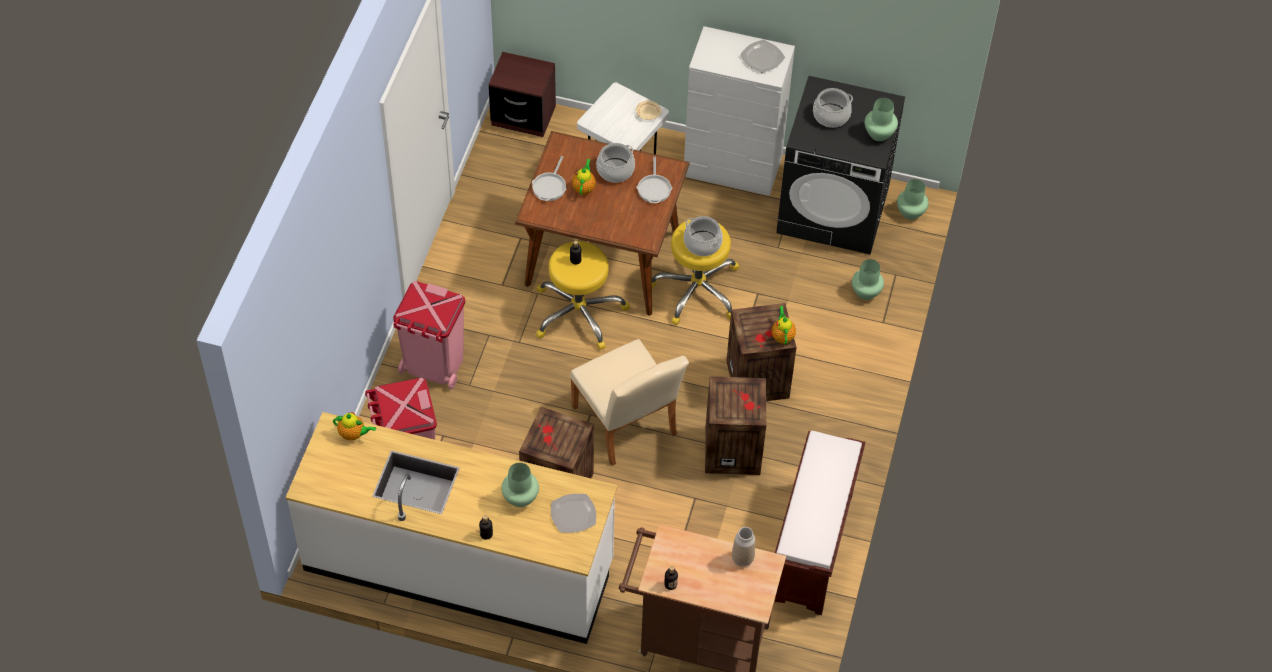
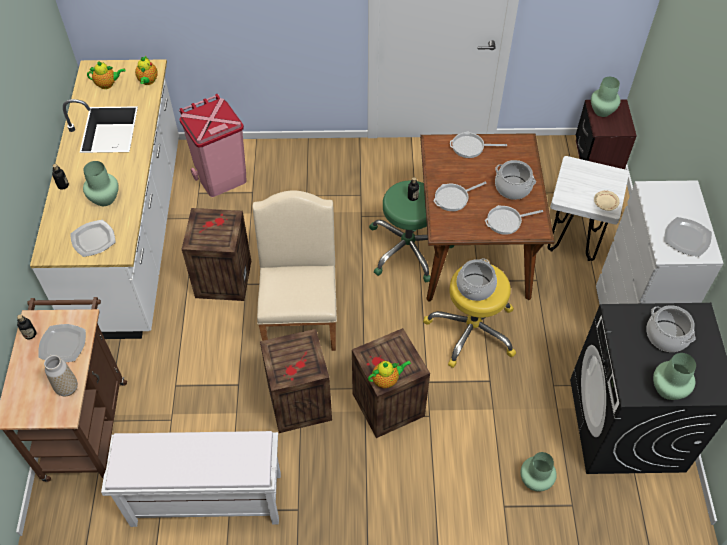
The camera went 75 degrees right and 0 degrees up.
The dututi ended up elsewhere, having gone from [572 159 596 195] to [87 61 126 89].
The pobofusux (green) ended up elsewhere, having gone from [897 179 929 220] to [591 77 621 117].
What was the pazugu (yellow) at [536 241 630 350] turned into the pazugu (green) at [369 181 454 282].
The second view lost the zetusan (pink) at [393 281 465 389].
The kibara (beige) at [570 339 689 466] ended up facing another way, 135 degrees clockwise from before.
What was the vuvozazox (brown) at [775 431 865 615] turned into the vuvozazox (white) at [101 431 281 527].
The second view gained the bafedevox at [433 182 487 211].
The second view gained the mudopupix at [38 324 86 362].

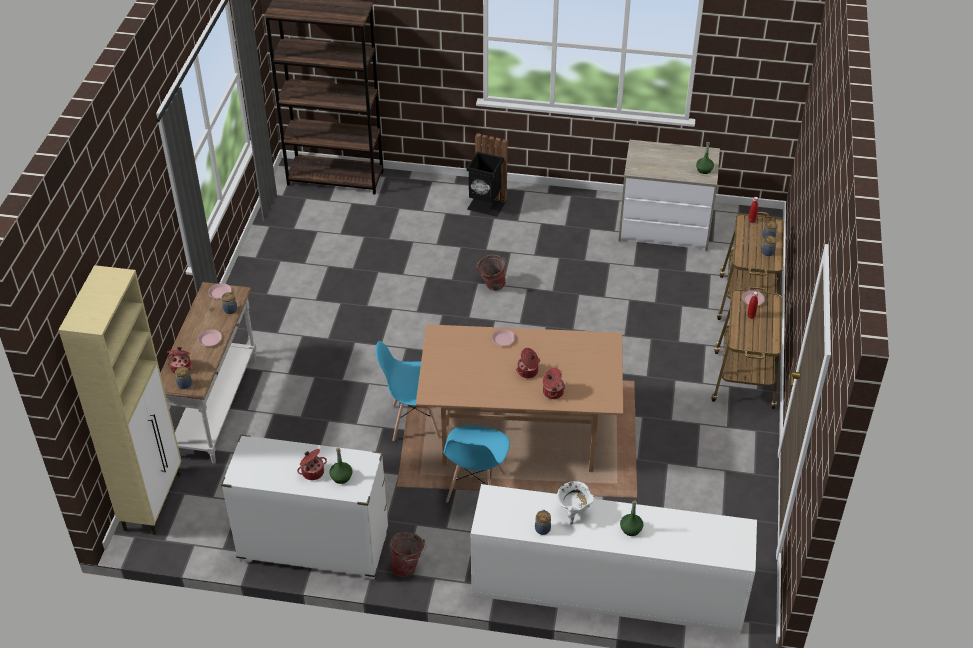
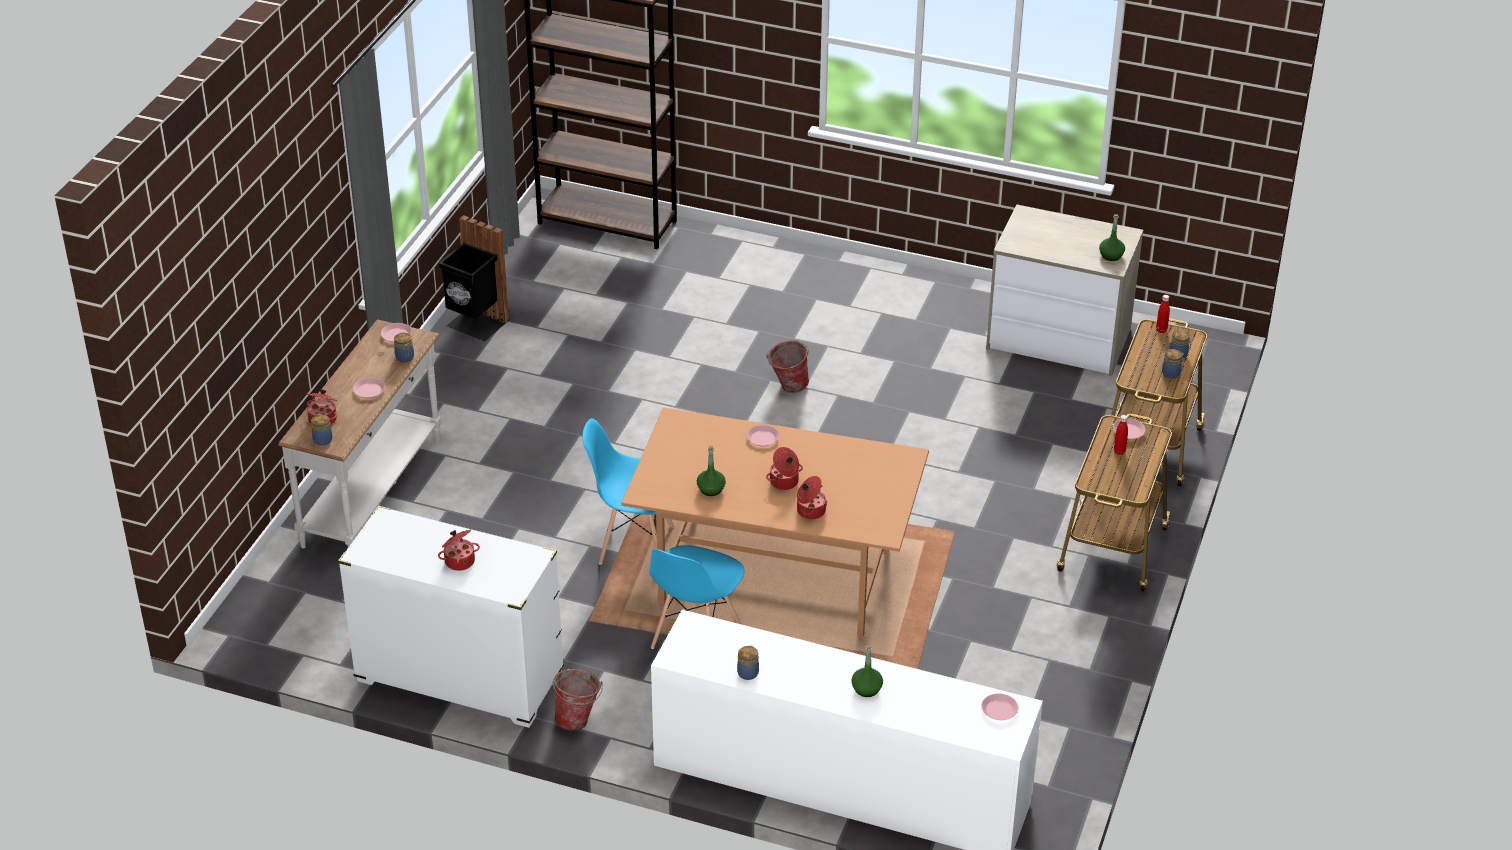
The camera went 10 degrees right and 5 degrees down.
The zetusan (black) ended up elsewhere, having gone from [467 133 508 217] to [438 215 509 341].
The second view lost the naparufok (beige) at [59 265 182 535].
The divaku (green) ended up elsewhere, having gone from [329 448 352 484] to [697 446 726 496].
The second view lost the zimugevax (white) at [557 481 594 524].
The second view gained the mudopupix (pink) at [981 693 1018 720].

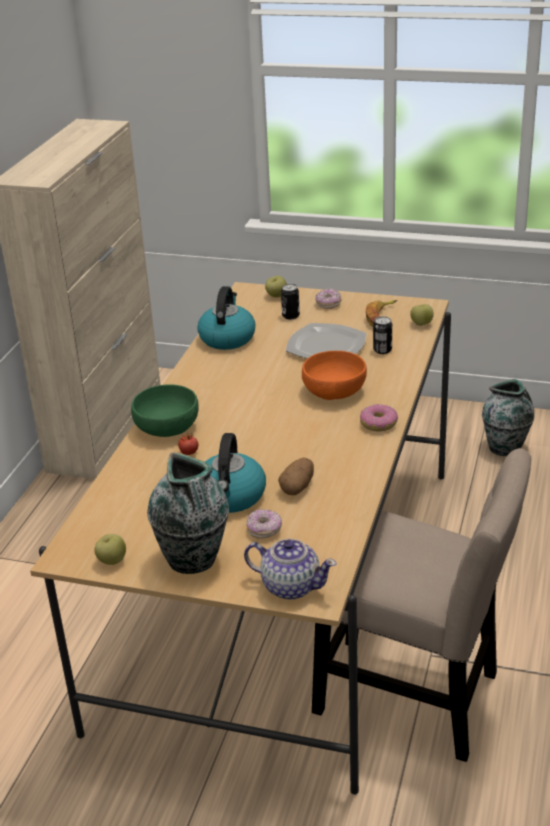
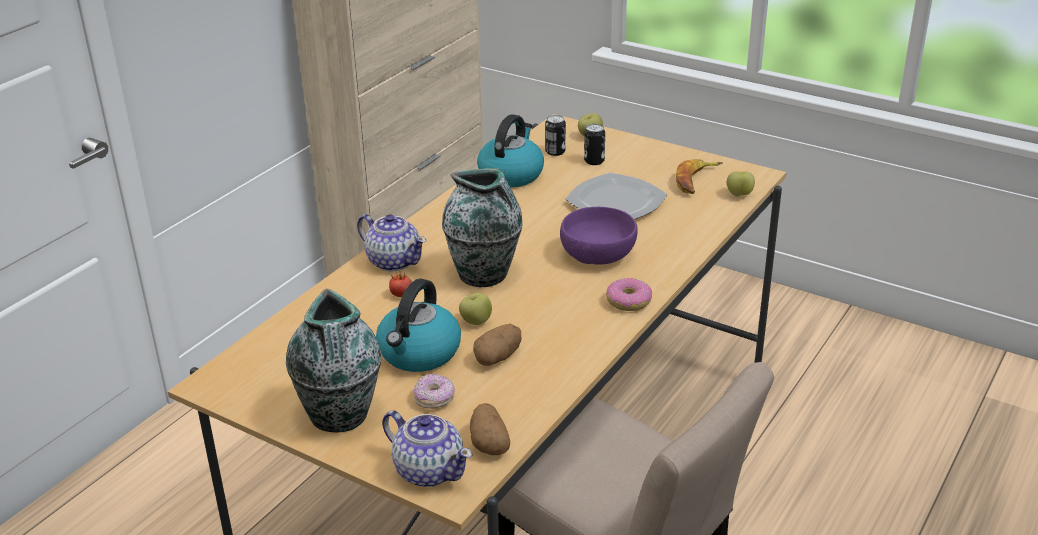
The camera went 15 degrees right and 0 degrees up.
The second view lost the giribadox at [315 289 341 309].
The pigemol ended up elsewhere, having gone from [373 316 392 354] to [545 115 566 156].
What was the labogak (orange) at [302 351 367 400] turned into the labogak (purple) at [560 207 638 265].
The pobofusux ended up elsewhere, having gone from [482 379 534 456] to [442 168 523 287].
Where the labogak (green) stood at [131 384 199 437], the dututi came to stand at [357 214 427 272].
The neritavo ended up elsewhere, having gone from [94 534 126 565] to [459 293 492 325].
The second view gained the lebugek at [470 403 510 455].

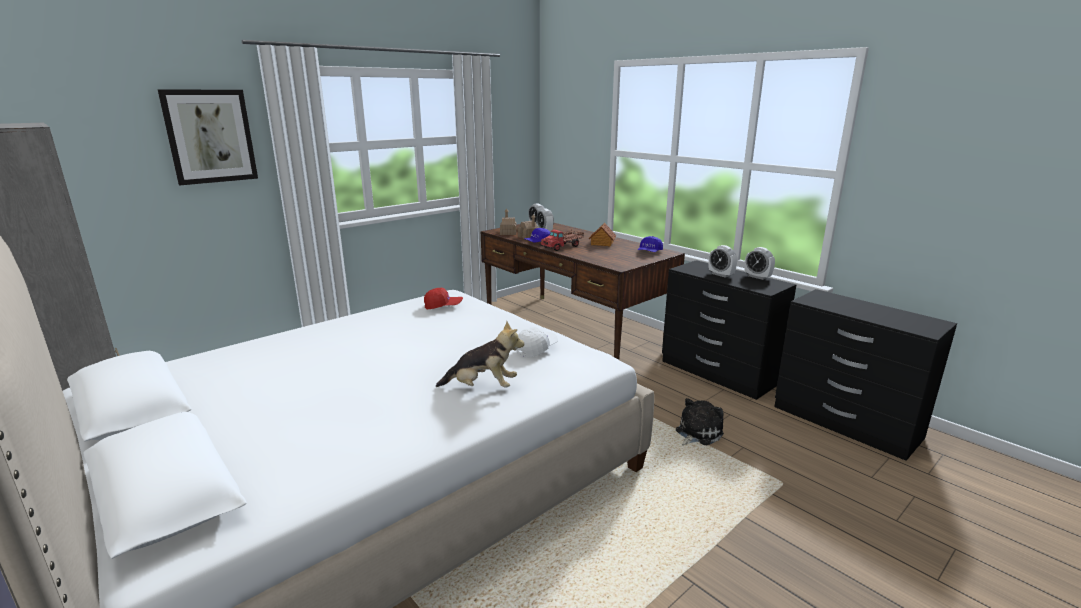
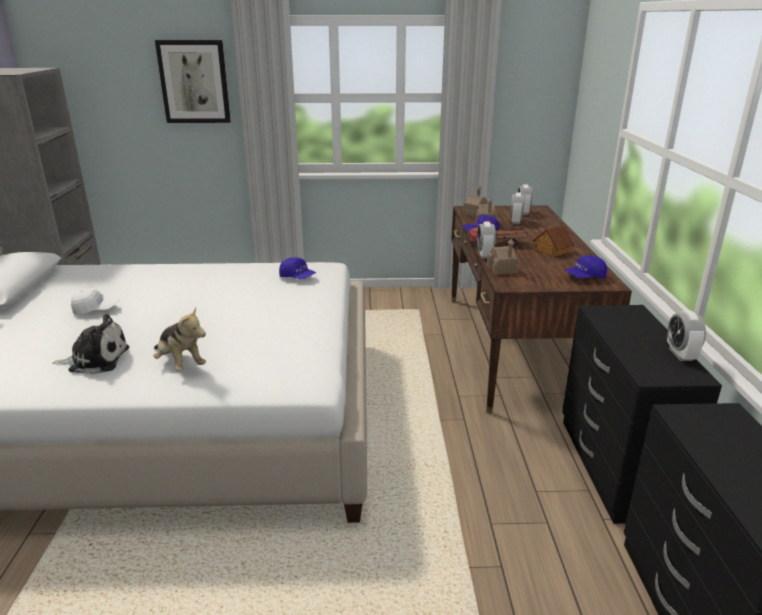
The camera went 40 degrees right and 5 degrees up.
The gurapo ended up elsewhere, having gone from [708 245 737 278] to [477 222 496 259].
What was the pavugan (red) at [424 288 463 309] turned into the pavugan (blue) at [279 257 317 279].
The pavugan (white) ended up elsewhere, having gone from [516 327 558 357] to [71 288 119 315].
The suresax ended up elsewhere, having gone from [676 398 724 446] to [52 314 129 374].
The second view gained the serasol at [487 239 519 275].

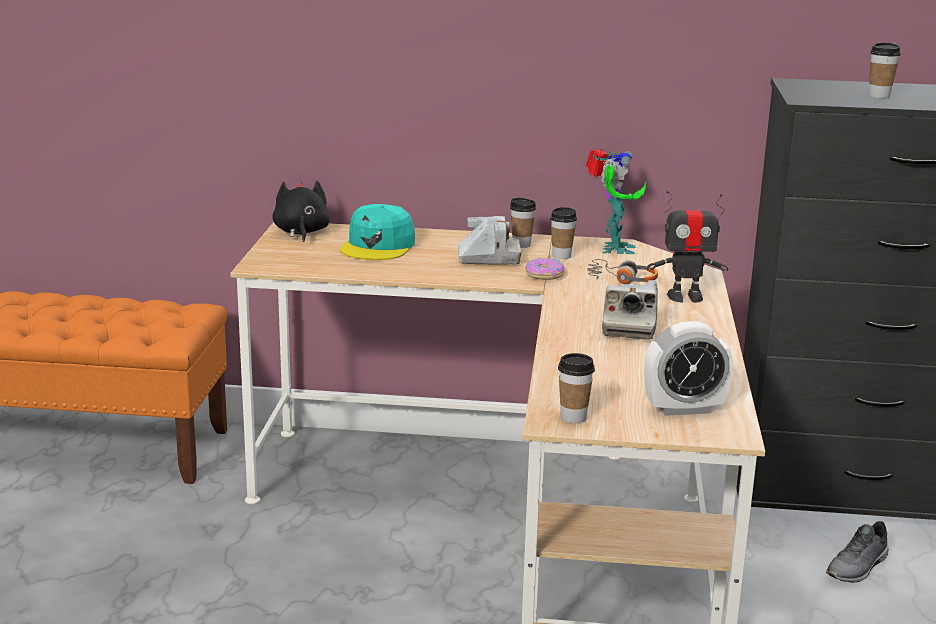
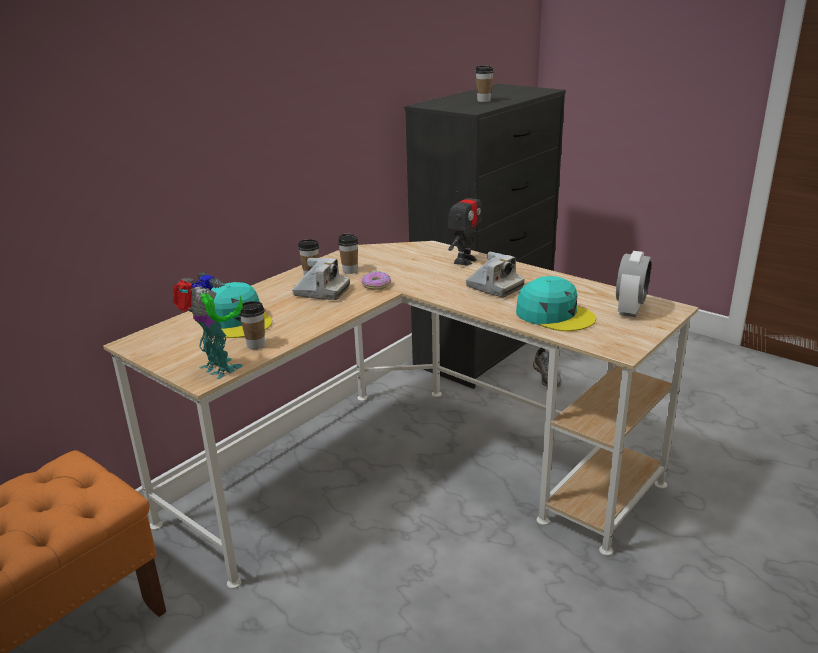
The camera went 55 degrees left and 5 degrees up.
The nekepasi ended up elsewhere, having gone from [586 148 646 254] to [173 272 243 379].
The second view lost the suresax (black) at [272 181 330 242].
The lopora at [458 216 521 265] ended up facing another way, 75 degrees clockwise from before.
The second view lost the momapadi at [587 259 658 284].
The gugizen ended up elsewhere, having gone from [558 353 595 423] to [239 301 265 349].
The second view gained the pavugan (turquoise) at [516 276 596 331].

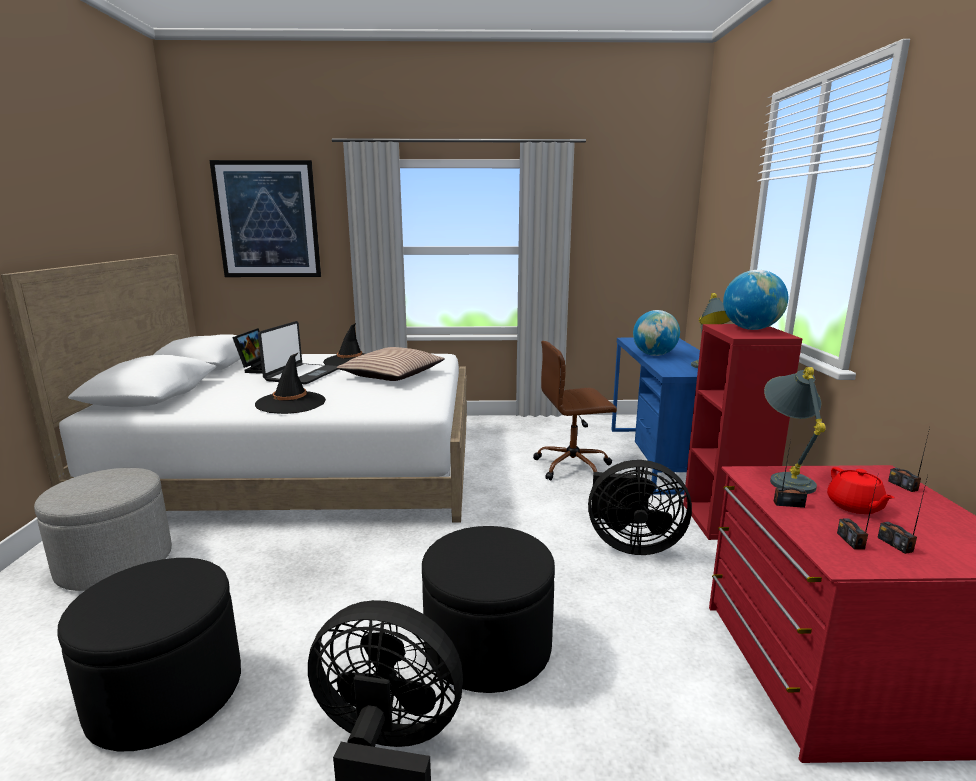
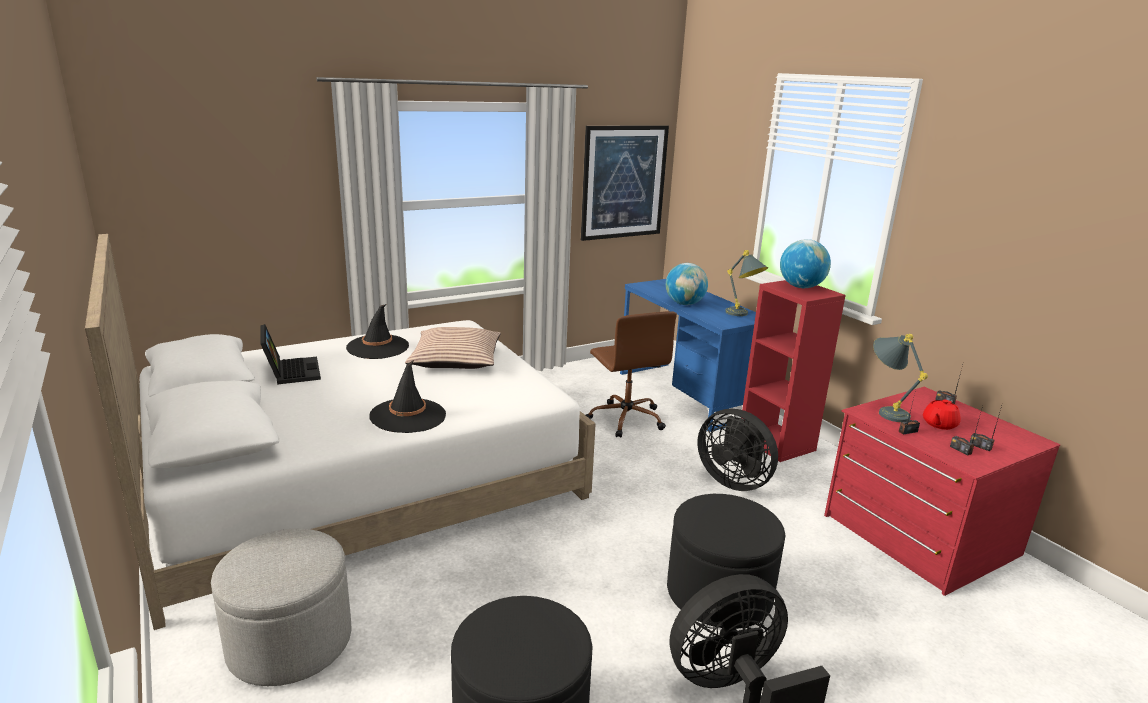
The camera went 30 degrees left and 5 degrees up.
The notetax ended up elsewhere, having gone from [209 160 321 277] to [581 125 669 241].
The second view lost the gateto at [258 321 338 385].
The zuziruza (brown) at [533 341 617 481] ended up facing another way, 75 degrees counterclockwise from before.
The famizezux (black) at [588 460 692 555] ended up facing another way, 60 degrees clockwise from before.
The dututi (red) at [827 467 894 514] ended up facing another way, 75 degrees clockwise from before.

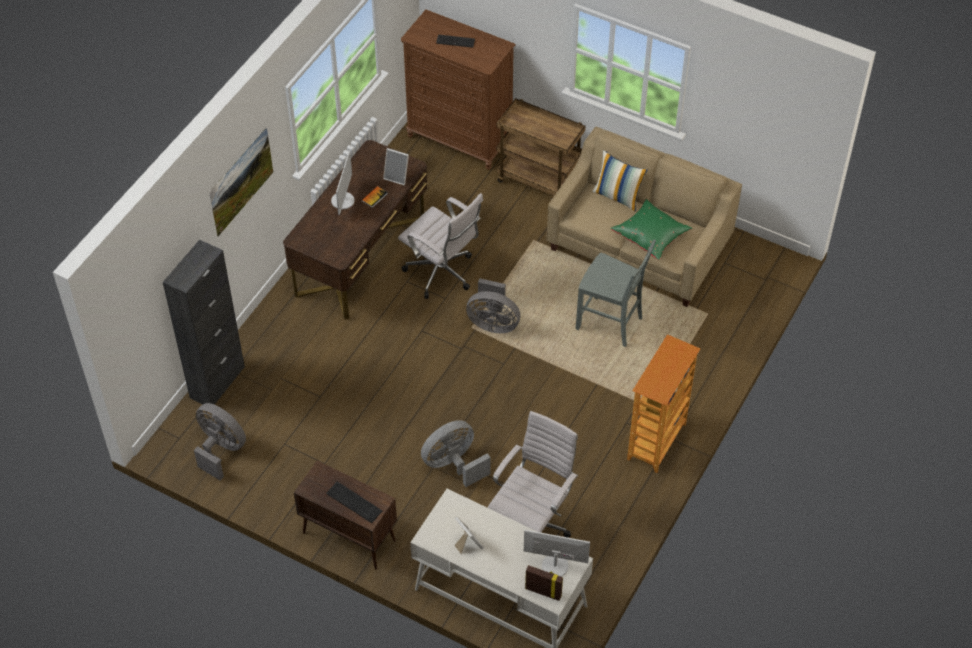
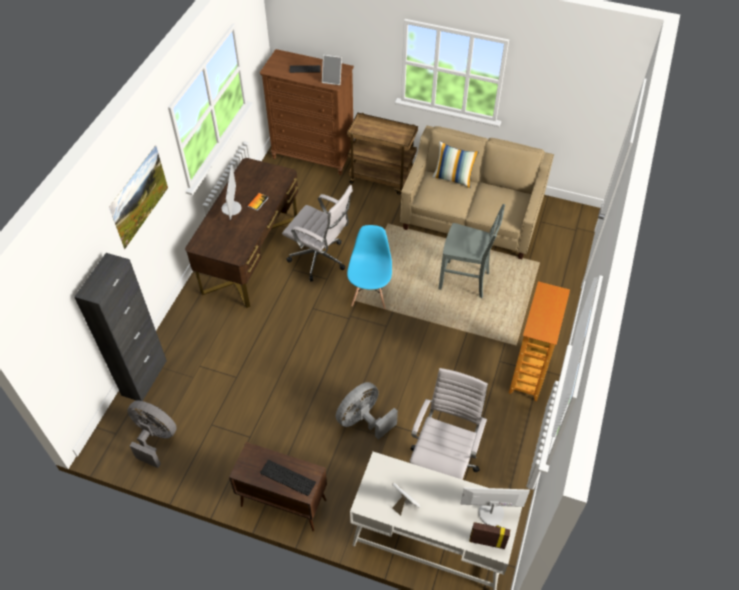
The camera went 10 degrees left and 0 degrees up.
The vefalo ended up elsewhere, having gone from [383 148 409 185] to [322 54 342 85].
The second view lost the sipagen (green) at [611 199 692 260].
Where the famizezux (grey) stood at [466 278 520 333], the kibara (blue) came to stand at [347 225 392 309].

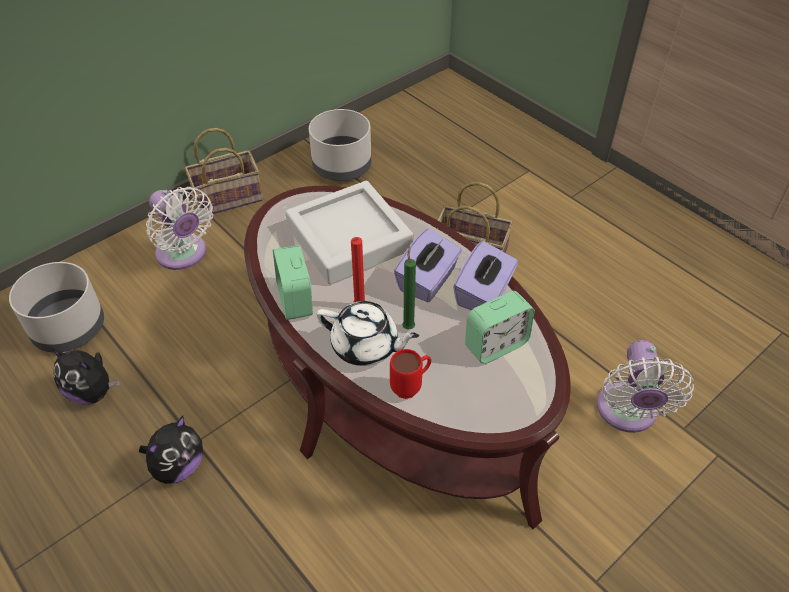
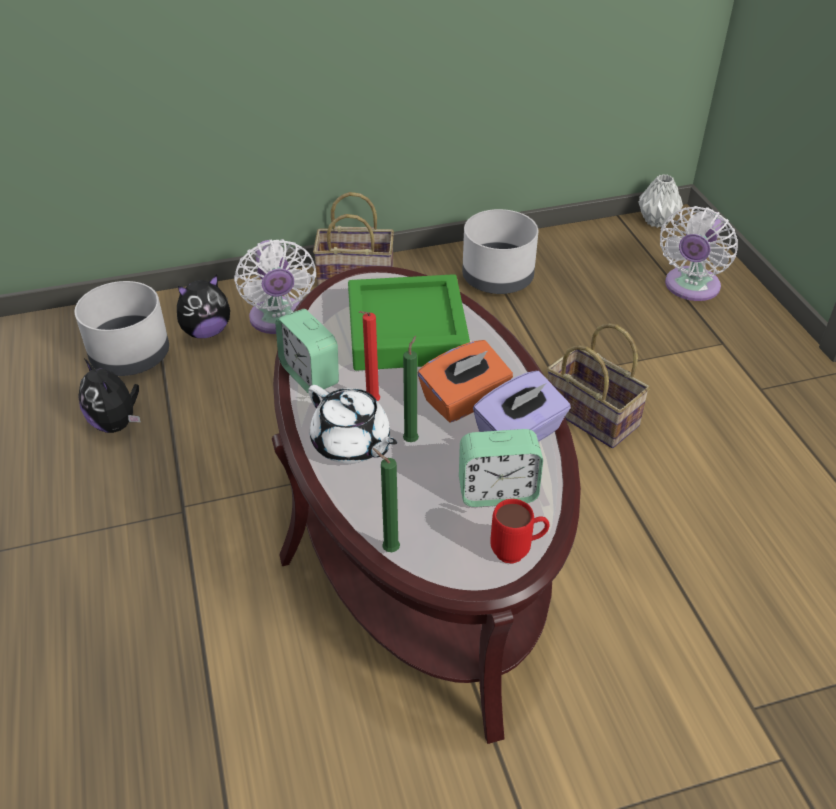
The camera went 25 degrees right and 5 degrees down.
What was the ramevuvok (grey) at [285 181 413 284] turned into the ramevuvok (green) at [348 274 470 371].
What was the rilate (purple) at [394 229 462 302] turned into the rilate (orange) at [418 340 513 423].
The gurapo at [273 245 313 320] ended up facing another way, 45 degrees counterclockwise from before.
The famizezux (white) ended up elsewhere, having gone from [597 340 694 433] to [660 206 738 301].
The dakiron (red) ended up elsewhere, having gone from [390 349 431 399] to [490 499 550 564].
The suresax ended up elsewhere, having gone from [139 416 203 484] to [177 275 230 338].
The second view gained the pobofusux (grey) at [638 174 683 228].
The second view gained the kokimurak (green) at [373 448 400 552].

